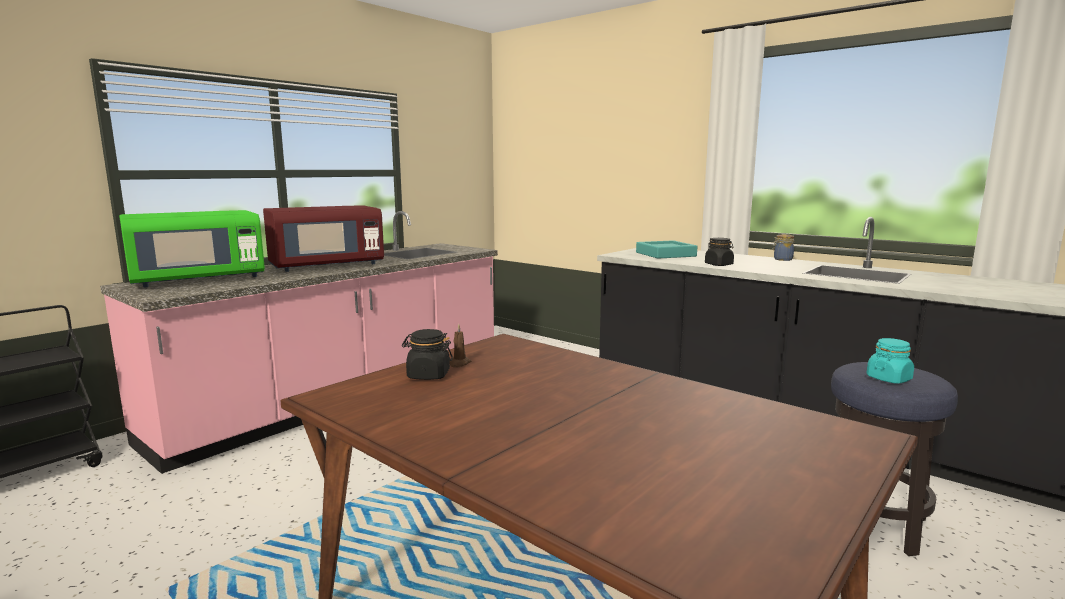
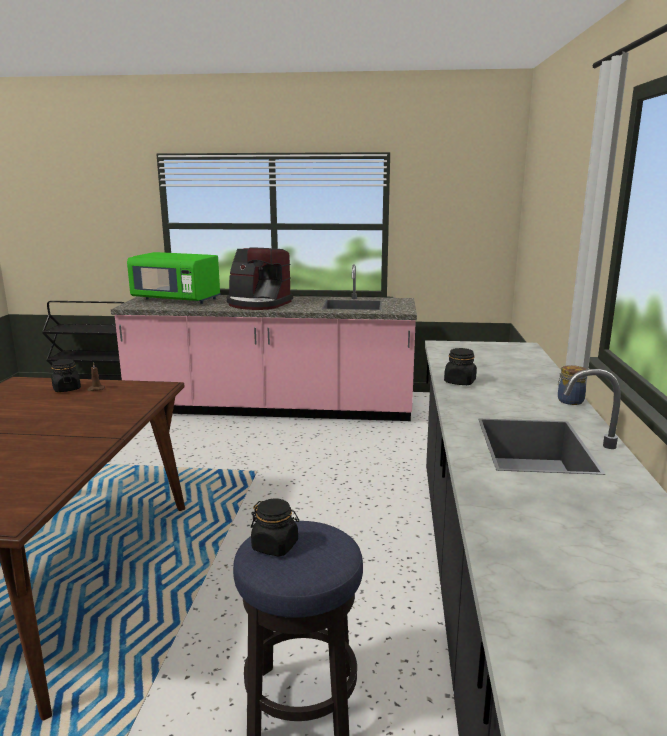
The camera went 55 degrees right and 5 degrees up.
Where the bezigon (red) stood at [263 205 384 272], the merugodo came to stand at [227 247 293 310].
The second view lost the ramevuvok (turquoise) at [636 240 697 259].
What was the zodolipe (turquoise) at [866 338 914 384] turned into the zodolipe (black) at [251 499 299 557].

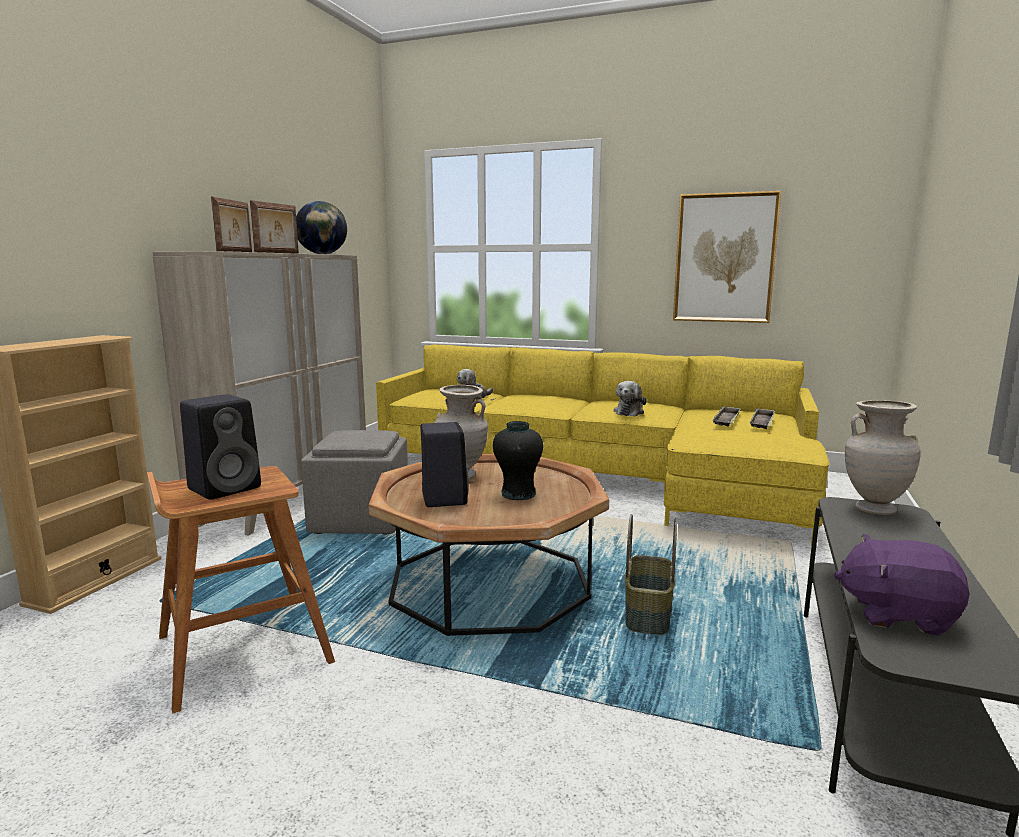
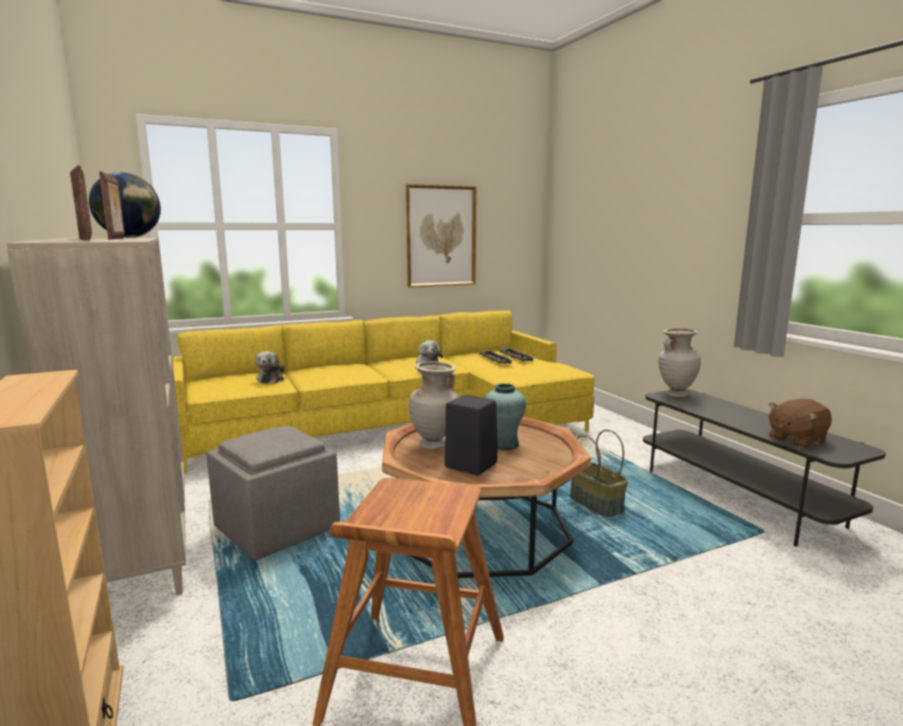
The camera went 45 degrees left and 0 degrees up.
The second view lost the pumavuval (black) at [180 394 261 500].
What was the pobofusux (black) at [493 421 543 500] turned into the pobofusux (turquoise) at [485 383 526 450].
What was the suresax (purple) at [834 534 970 635] turned into the suresax (brown) at [768 399 832 448].

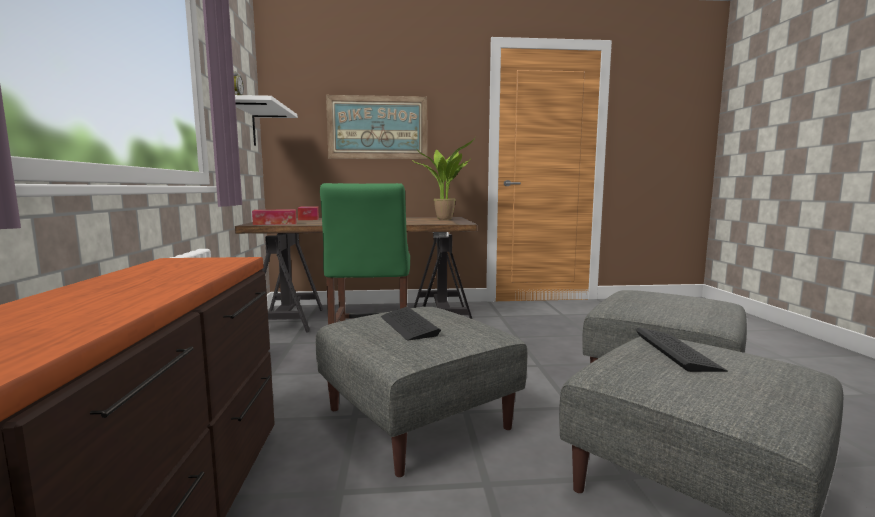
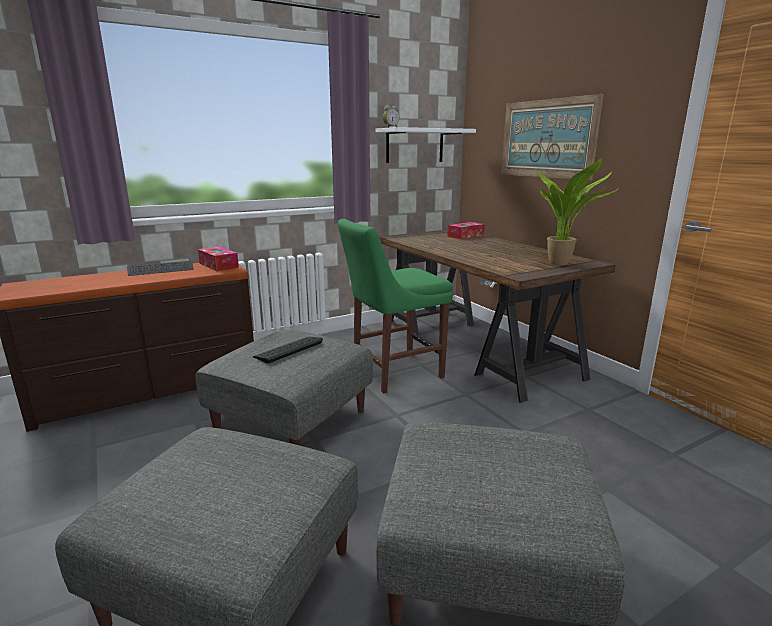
The camera went 65 degrees right and 10 degrees up.
The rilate ended up elsewhere, having gone from [252 209 297 225] to [198 246 239 271].
The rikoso ended up elsewhere, having gone from [636 327 728 372] to [127 261 193 276].

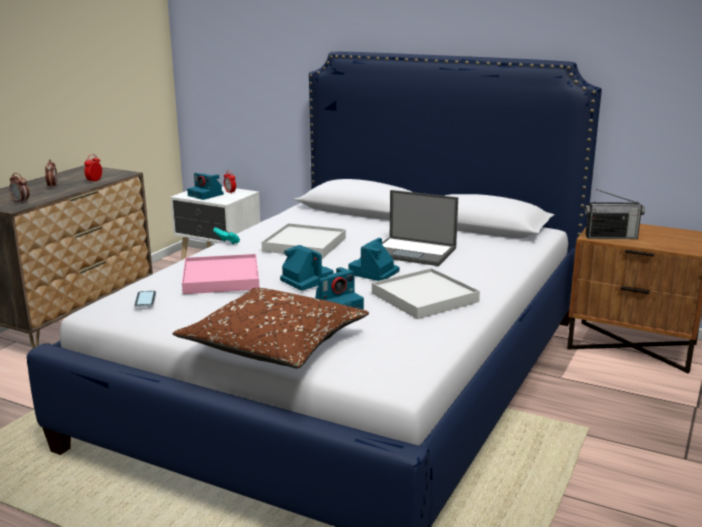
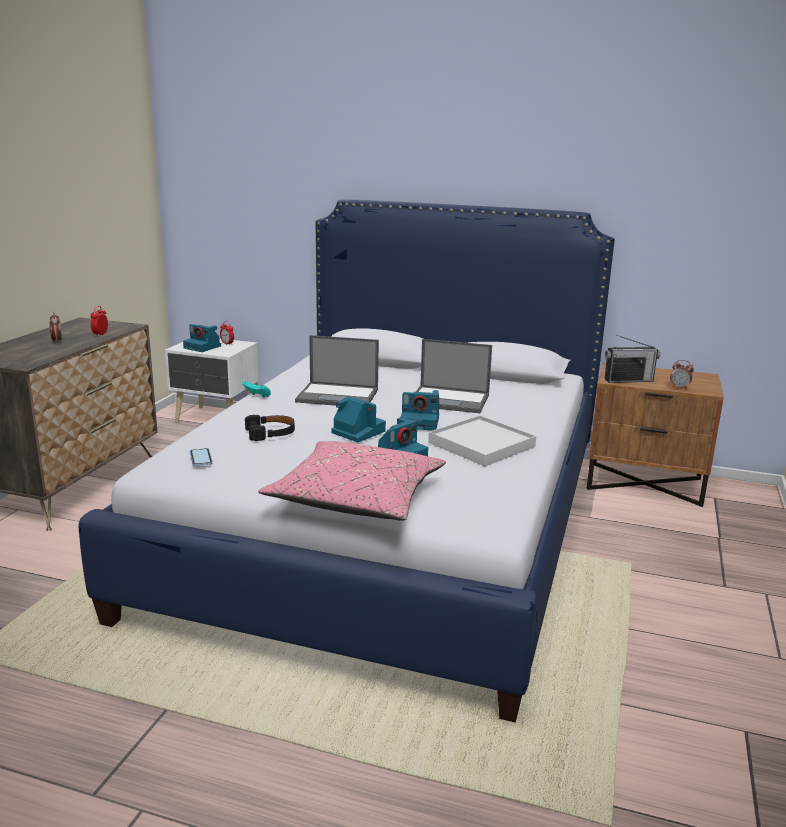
The camera went 10 degrees left and 0 degrees up.
The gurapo ended up elsewhere, having gone from [9 173 29 204] to [670 360 694 390].
Where the ramevuvok (white) stood at [262 223 346 258], the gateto came to stand at [295 335 379 406].
The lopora at [348 238 400 281] ended up facing another way, 105 degrees counterclockwise from before.
Where the ramevuvok (pink) stood at [182 254 259 294], the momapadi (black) came to stand at [245 415 295 441].
What was the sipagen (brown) at [173 288 369 369] turned into the sipagen (pink) at [258 441 446 521].

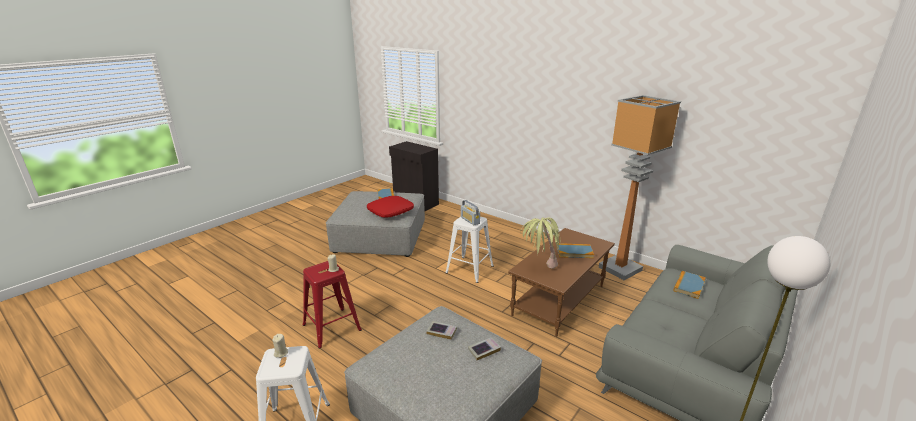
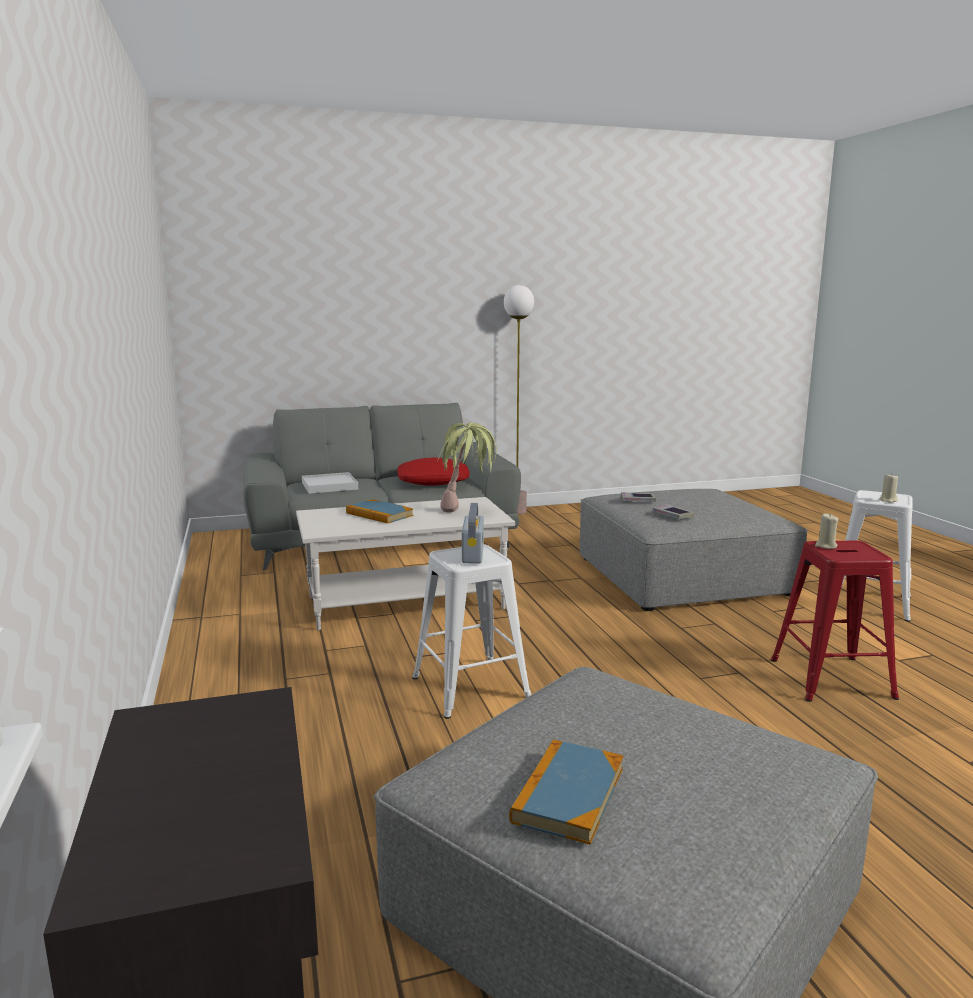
The camera went 145 degrees left and 10 degrees down.
The second view lost the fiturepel at [599 95 681 280].
The sipagen (red) ended up elsewhere, having gone from [367 196 414 218] to [397 458 470 486].
What was the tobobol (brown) at [508 228 615 337] turned into the tobobol (white) at [296 497 515 631].
Where the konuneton stood at [673 271 706 299], the ramevuvok (white) came to stand at [302 472 358 494].

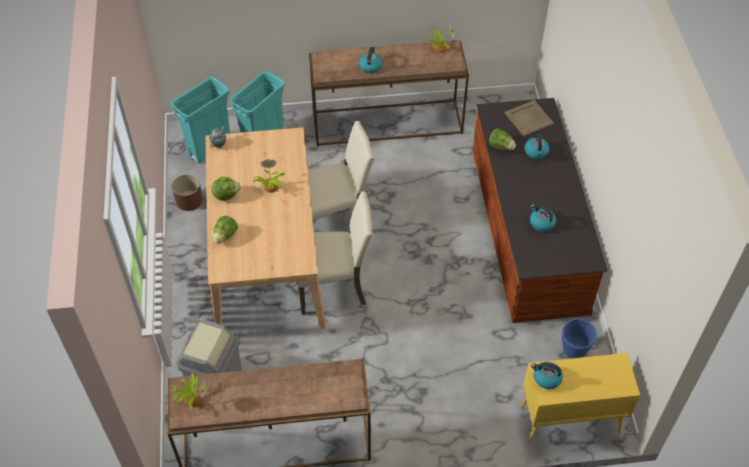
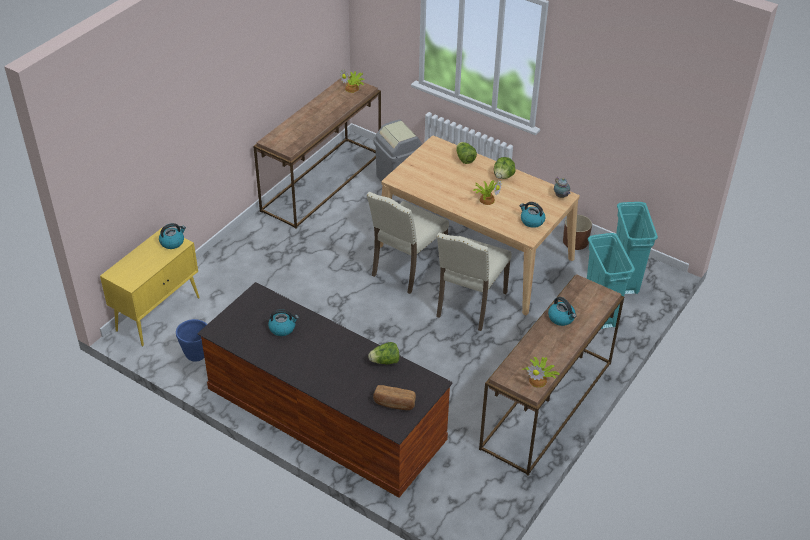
The camera went 130 degrees right and 10 degrees down.
Where the ramevuvok (beige) stood at [504 100 554 136], the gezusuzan came to stand at [373 385 416 410].
The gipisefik ended up elsewhere, having gone from [525 133 549 159] to [520 202 546 228].

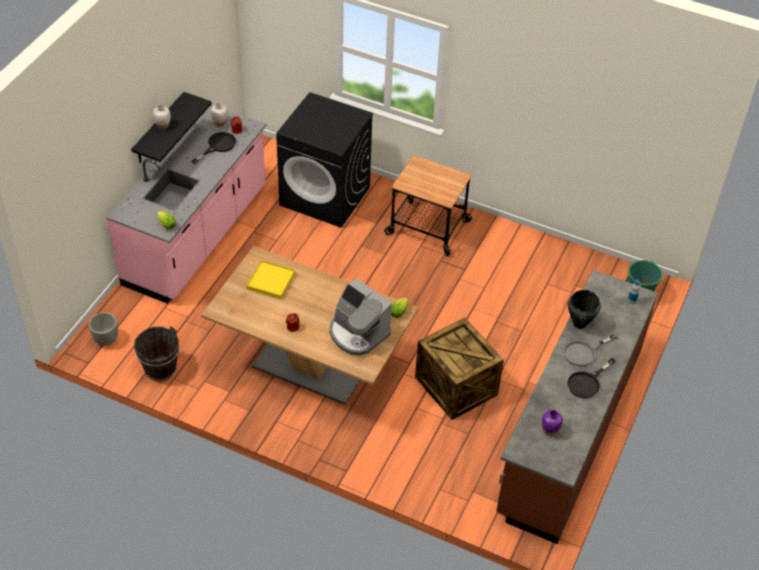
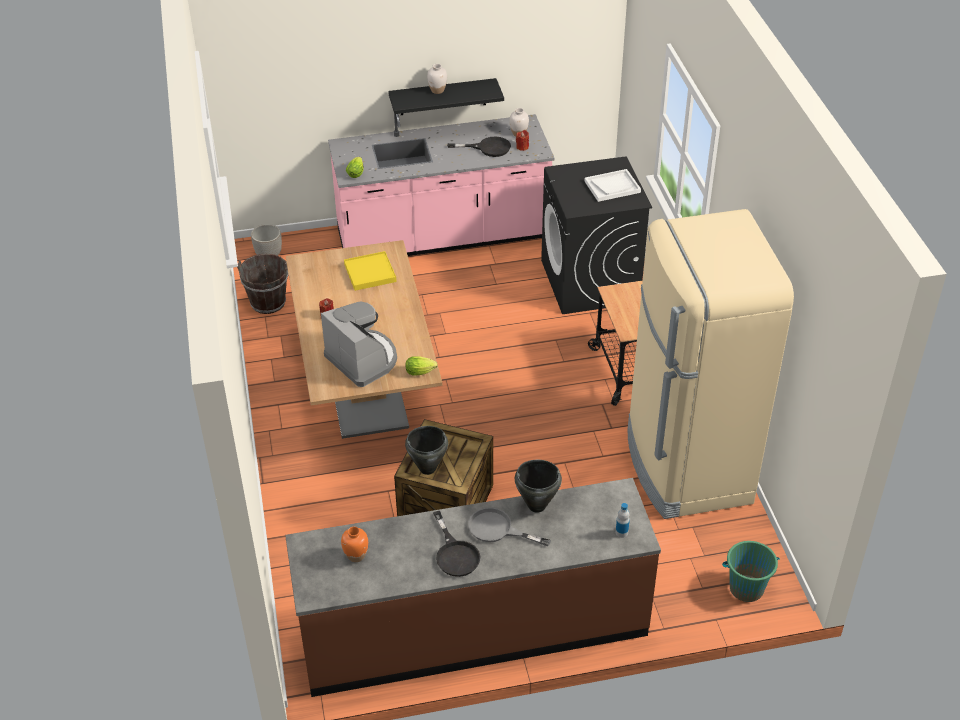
The camera went 55 degrees right and 5 degrees down.
The merugodo at [329 278 392 356] ended up facing another way, 135 degrees clockwise from before.
The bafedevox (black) at [567 358 616 398] ended up facing another way, 120 degrees counterclockwise from before.
What was the pobofusux (purple) at [542 410 563 436] turned into the pobofusux (orange) at [341 527 368 562].
The second view gained the ramevuvok (white) at [585 169 641 202].
The second view gained the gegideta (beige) at [628 209 794 519].
The second view gained the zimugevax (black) at [405 426 448 475].

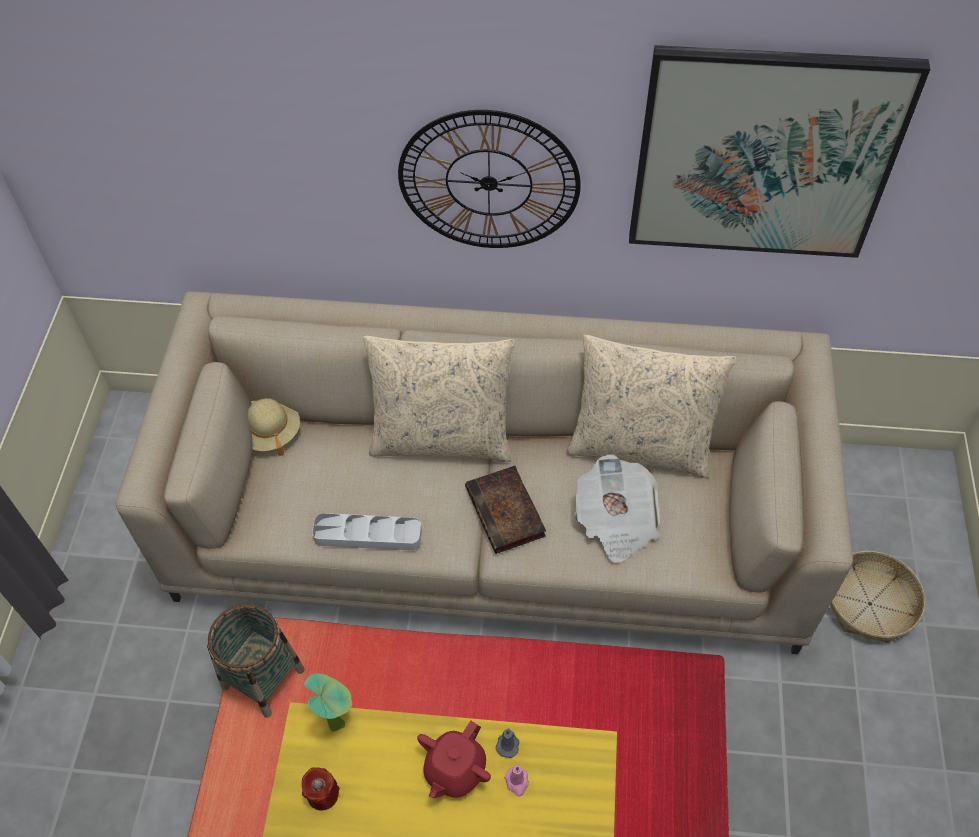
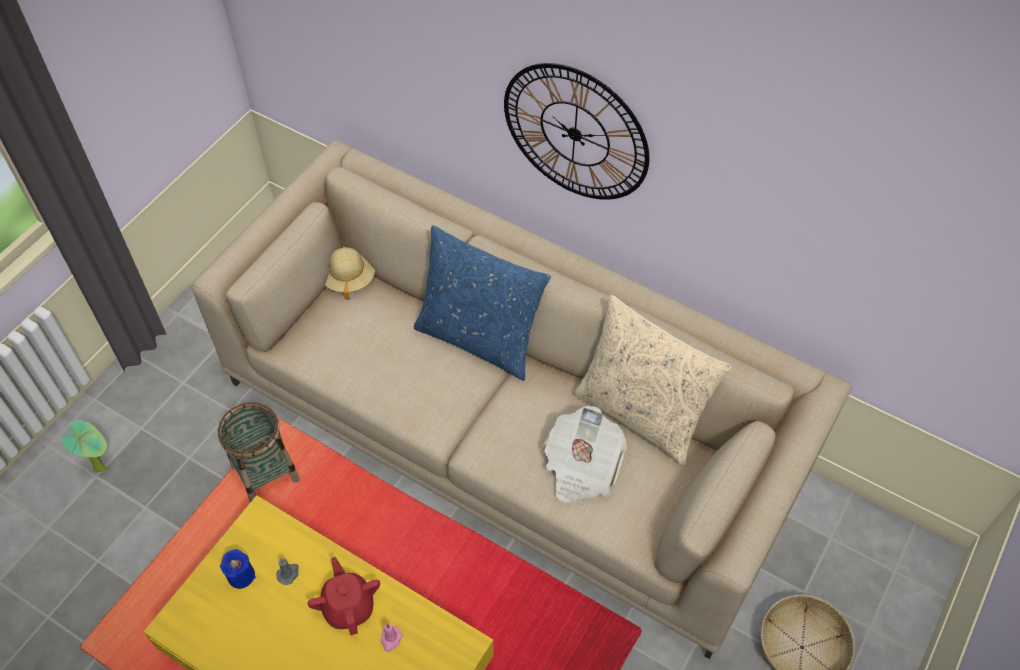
The camera went 25 degrees right and 0 degrees up.
The second view lost the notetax at [629 45 930 258].
What was the sipagen (beige) at [363 336 515 462] turned into the sipagen (blue) at [414 225 551 381].
The second view lost the konuneton at [465 466 546 554].
The second view lost the ramevuvok (grey) at [312 513 422 550].
The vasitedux ended up elsewhere, having gone from [304 673 352 732] to [62 420 107 472].
The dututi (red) at [417 720 491 798] ended up facing another way, 105 degrees clockwise from before.
The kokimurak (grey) ended up elsewhere, having gone from [495 728 519 758] to [276 558 299 585].
What was the kokimurak (red) at [302 767 340 810] turned into the kokimurak (blue) at [220 549 256 589].

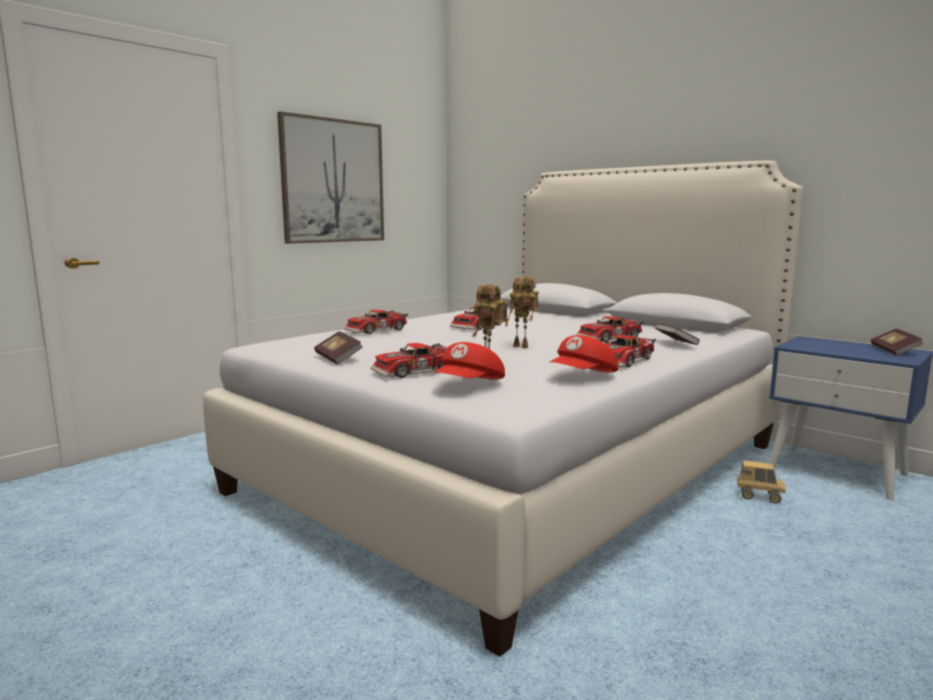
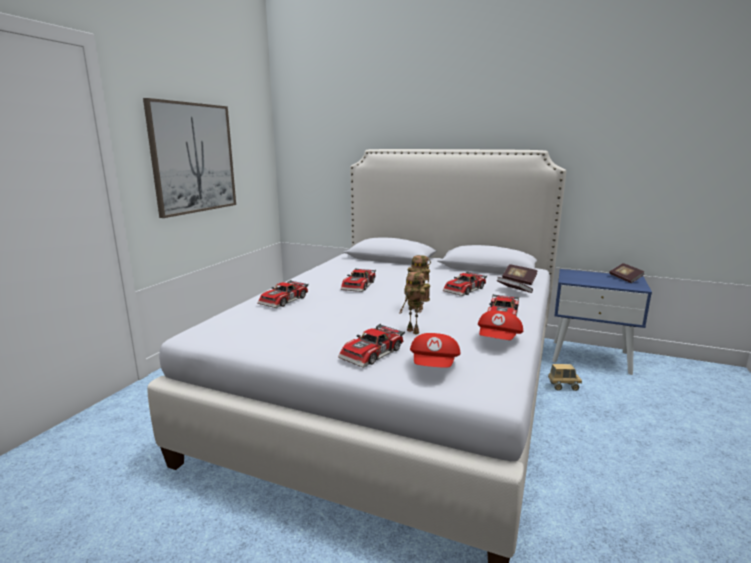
The camera went 20 degrees left and 5 degrees up.
The konuneton ended up elsewhere, having gone from [314 331 363 365] to [502 264 538 285].

